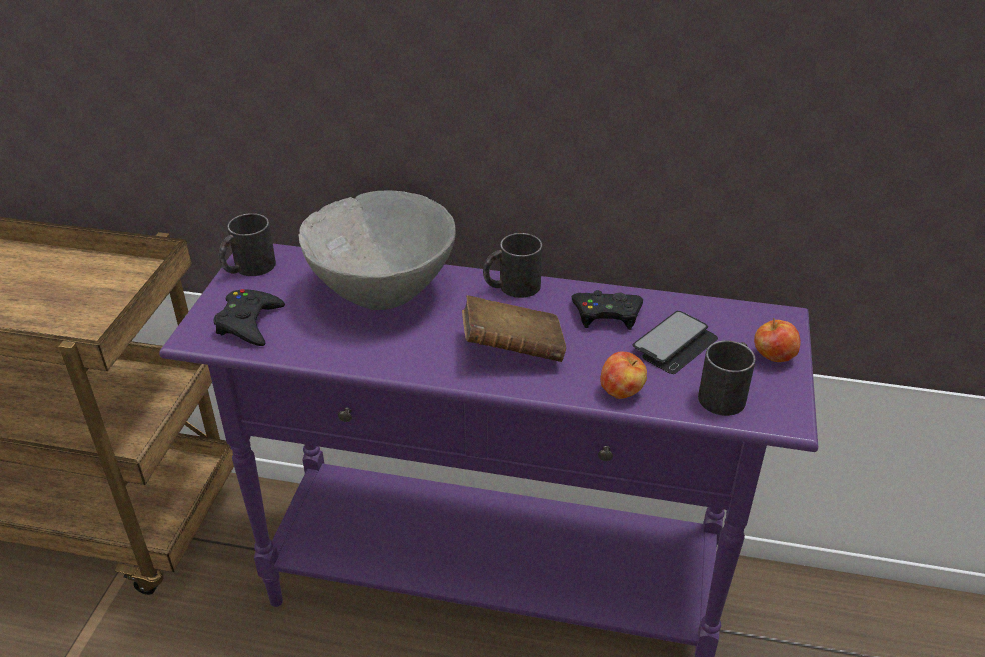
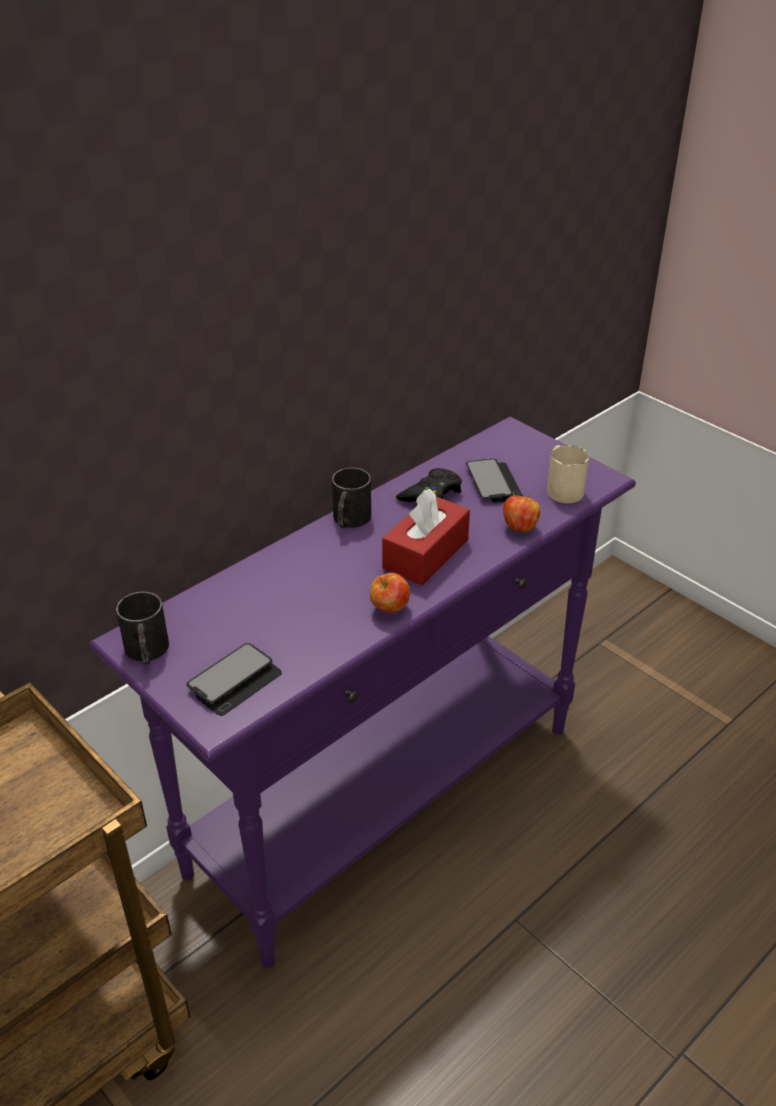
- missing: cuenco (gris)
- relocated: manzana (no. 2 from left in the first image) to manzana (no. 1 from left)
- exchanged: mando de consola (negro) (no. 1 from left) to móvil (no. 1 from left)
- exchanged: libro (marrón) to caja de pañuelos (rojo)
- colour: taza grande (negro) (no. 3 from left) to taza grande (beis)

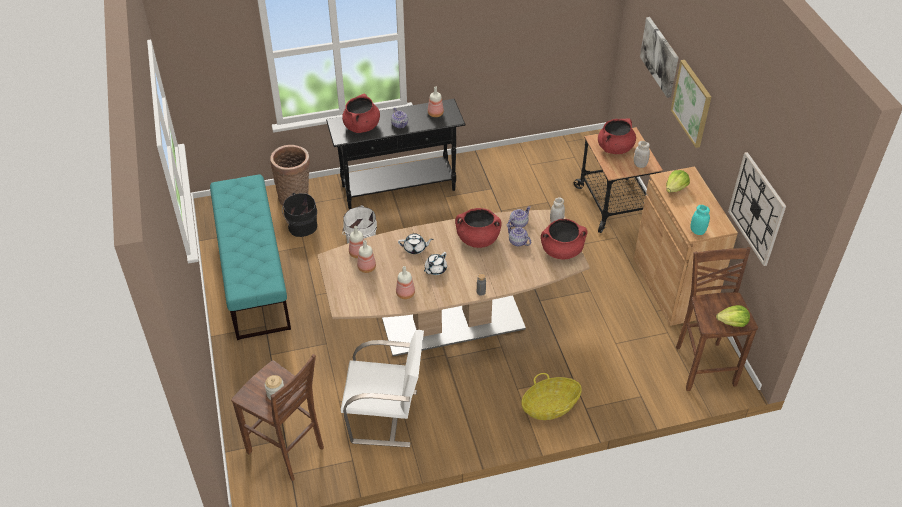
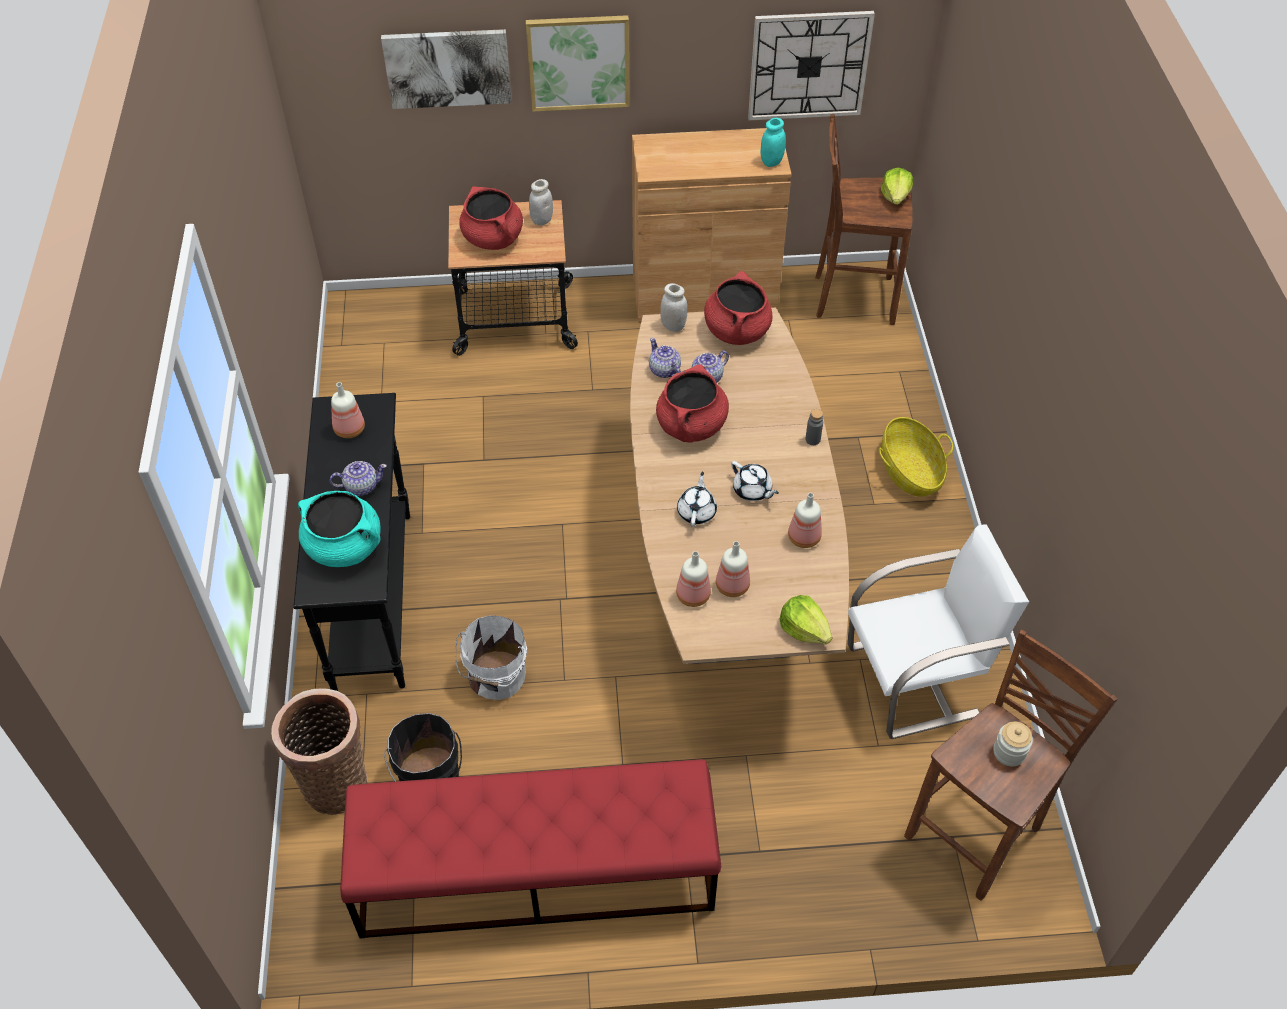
- relocated: lechuga (no. 1 from left)
- colour: banco (turquesa) to banco (rojo)
- colour: olla (rojo) (no. 1 from left) to olla (turquesa)
- spun: silla (blanco) 60 degrees clockwise

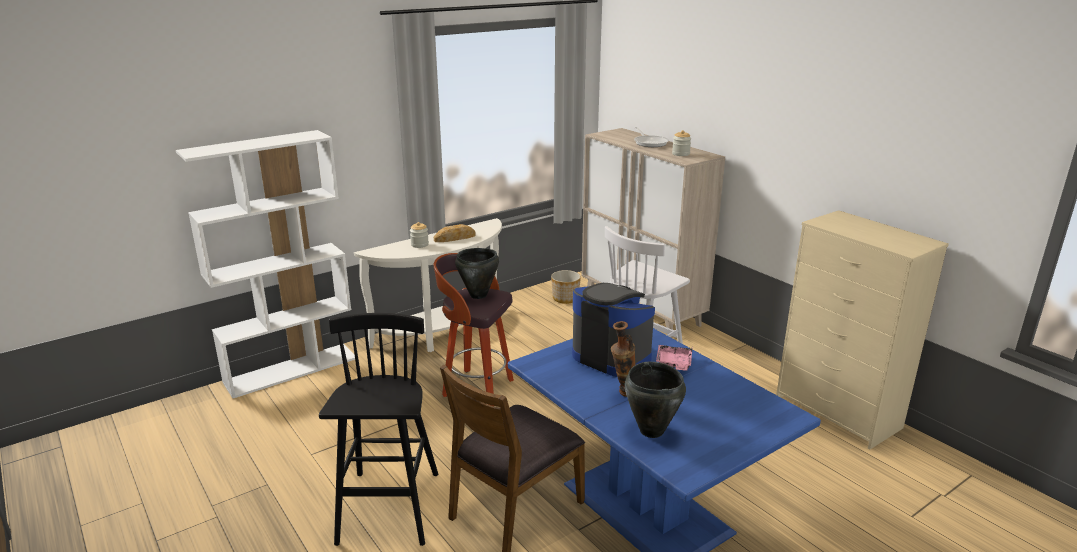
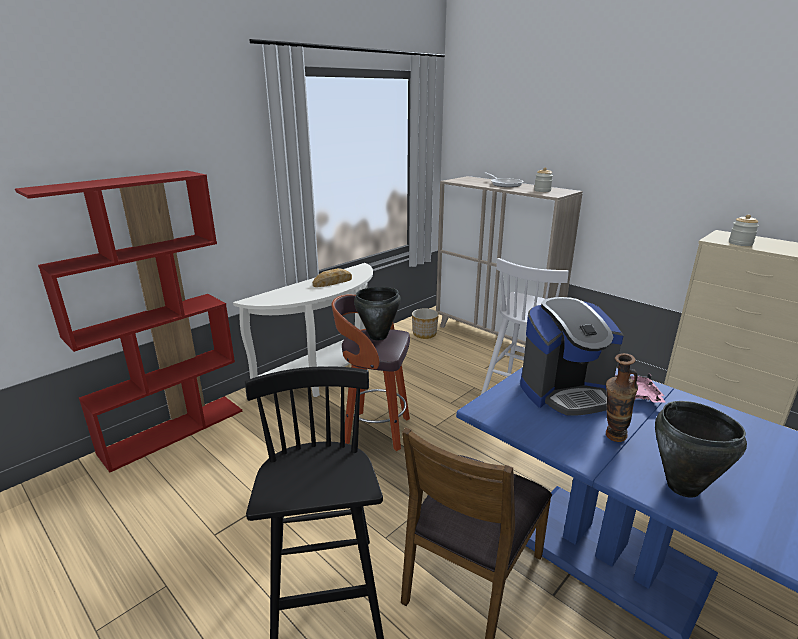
- relocated: tarro (no. 1 from left in the first image) to tarro (no. 2 from left)
- colour: estantería (blanco) to estantería (rojo)
- spun: cafetera 135 degrees clockwise

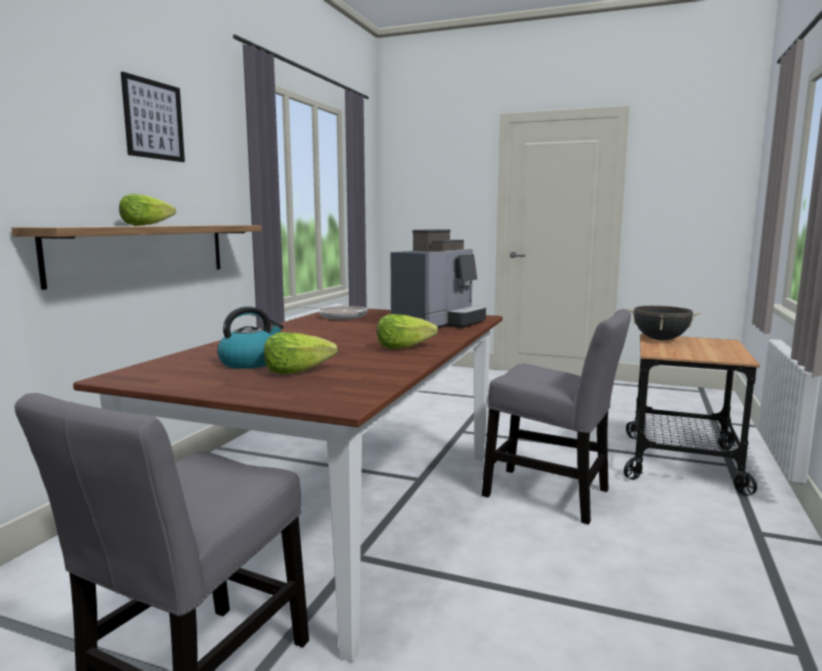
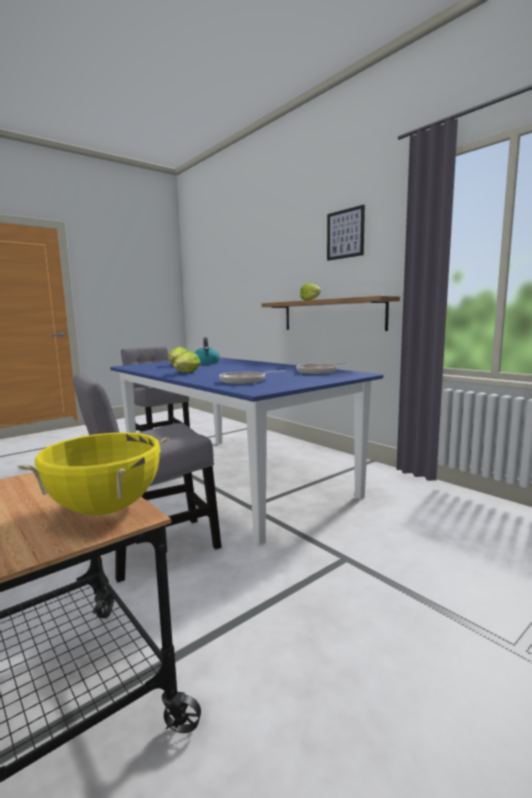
- exchanged: cafetera to sartén (no. 1 from left)
- colour: mesa de comedor (marrón) to mesa de comedor (azul)
- colour: olla (negro) to olla (amarillo)

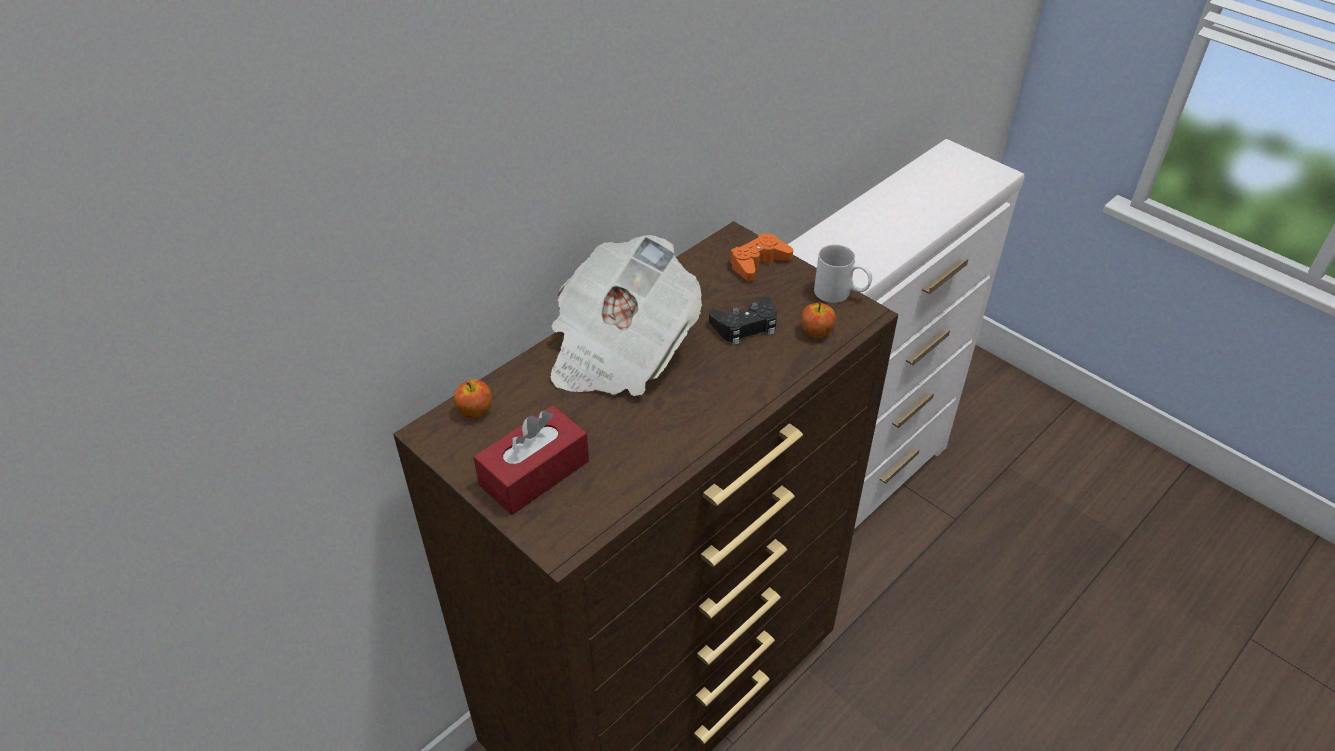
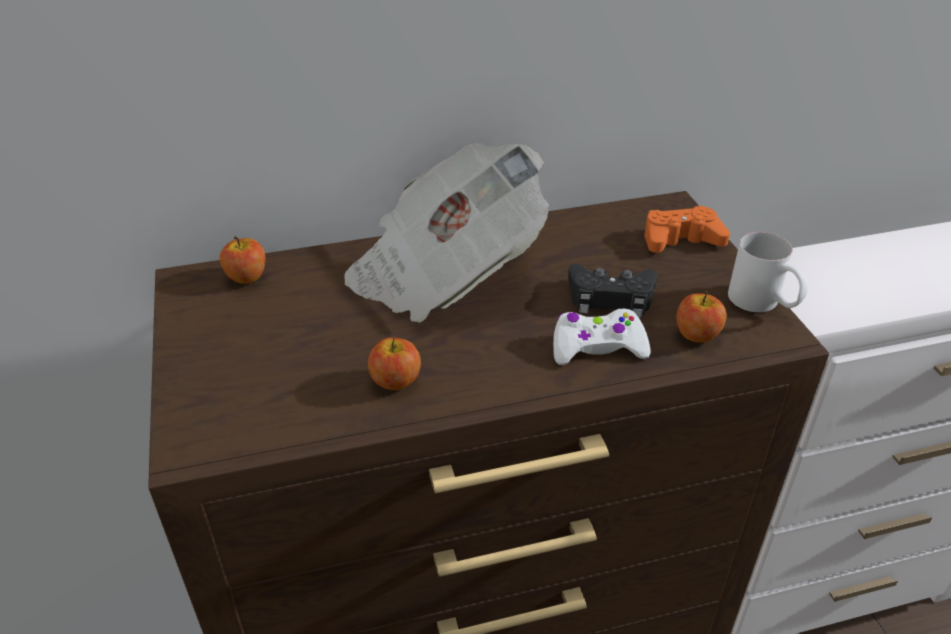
- missing: caja de pañuelos (rojo)
- appeared: manzana (no. 2 from left)
- appeared: mando de consola (blanco)

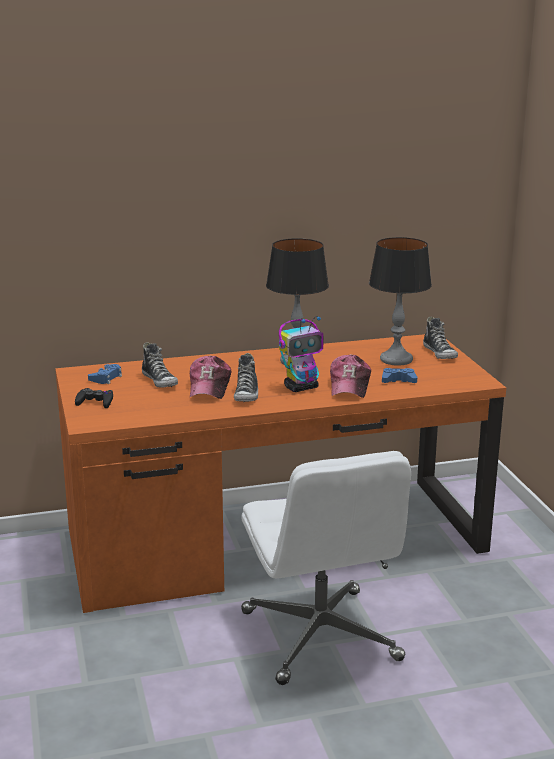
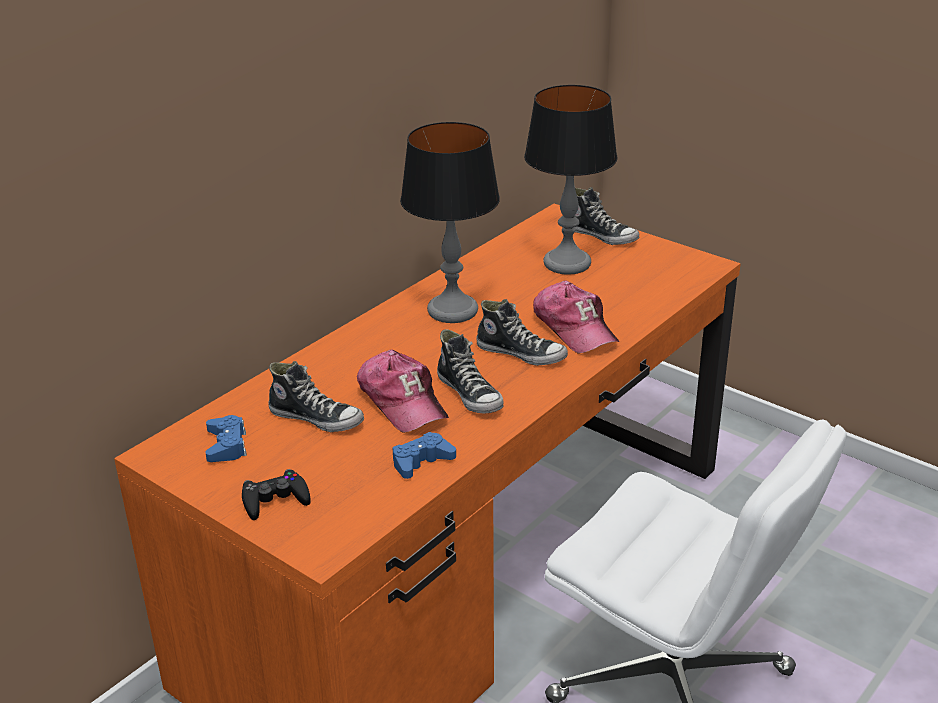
- relocated: mando de consola (azul) (no. 2 from left)
- exchanged: robot de juguete to zapato (no. 3 from left)

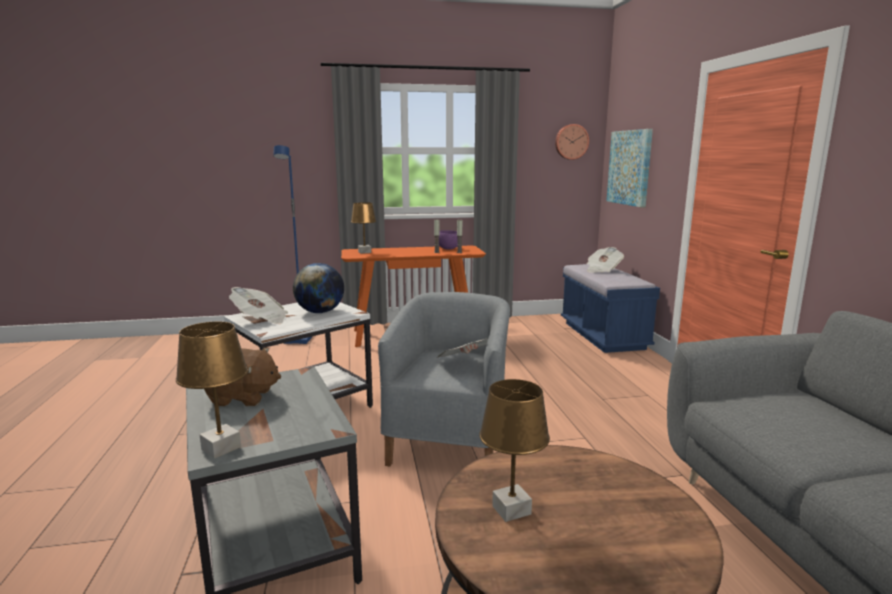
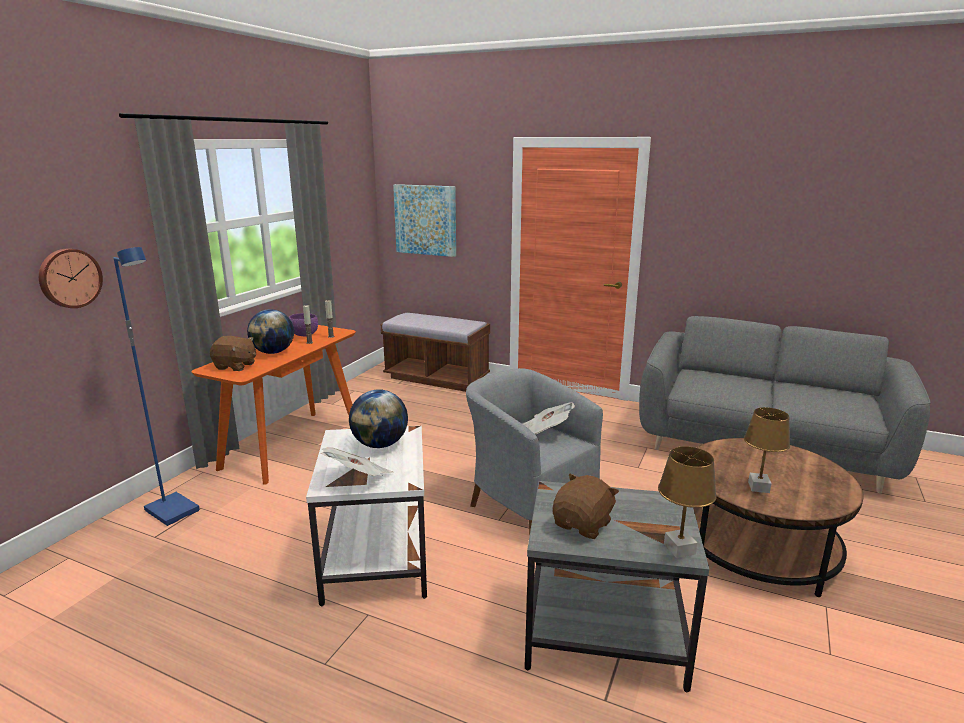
- missing: periódico (no. 3 from left)
- appeared: globo terráqueo (no. 1 from left)
- relocated: reloj de pared
- exchanged: lámpara de mesa (marrón) (no. 2 from left) to peluche (marrón) (no. 1 from left)
- colour: banco (azul) to banco (marrón)

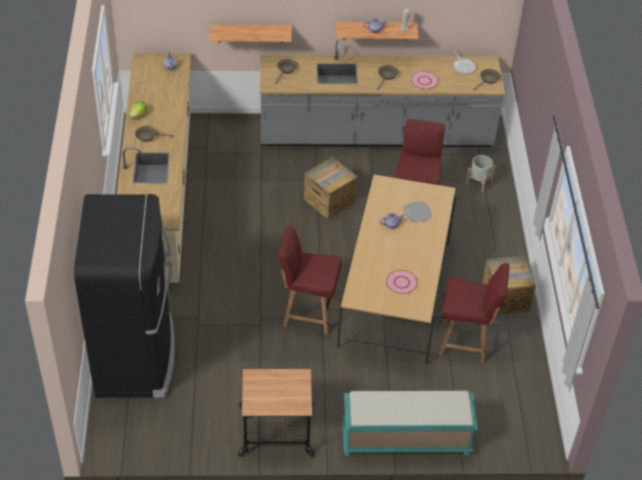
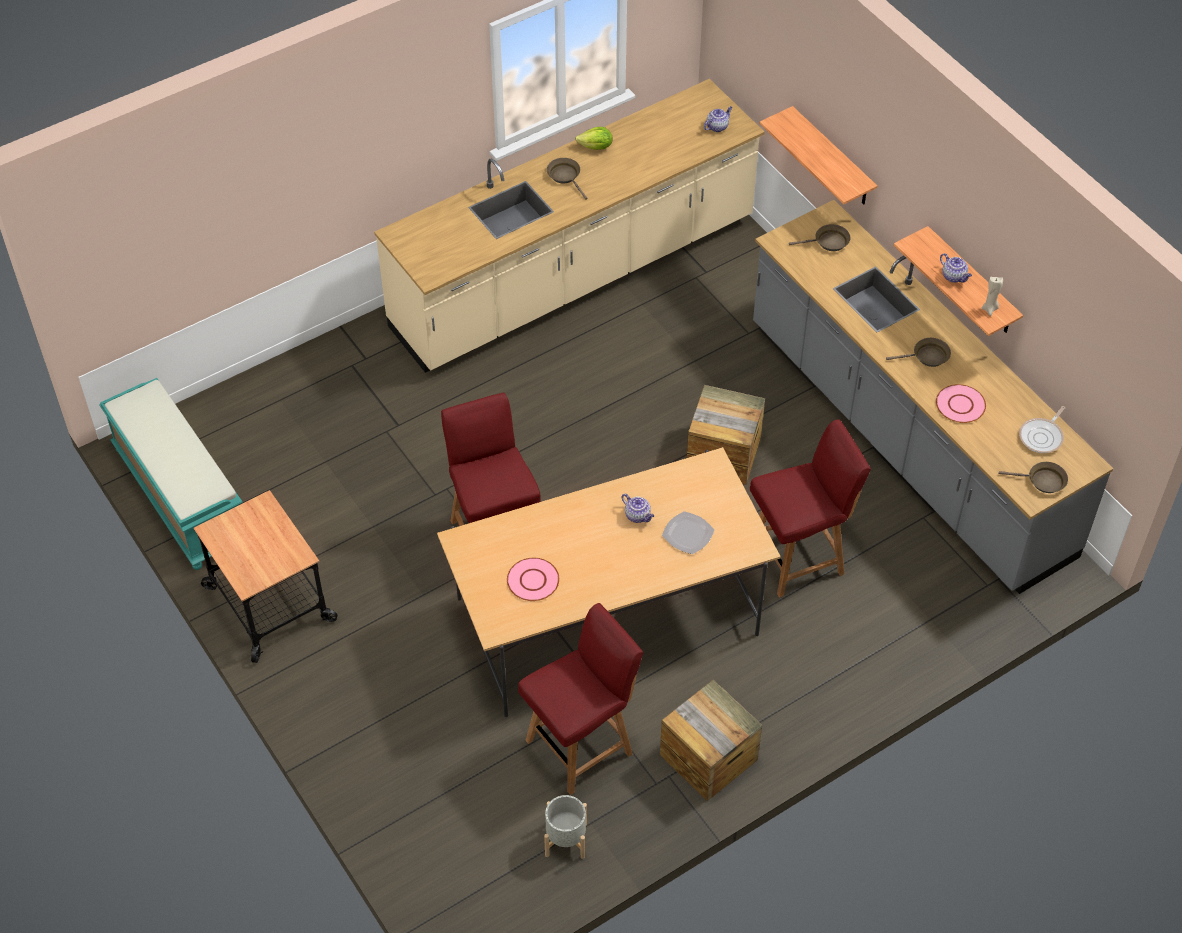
- missing: nevera (negro)
- relocated: banco (turquesa)
- relocated: maceta (gris)
- spun: silla (rojo) (no. 3 from left in the first image) 105 degrees counterclockwise

